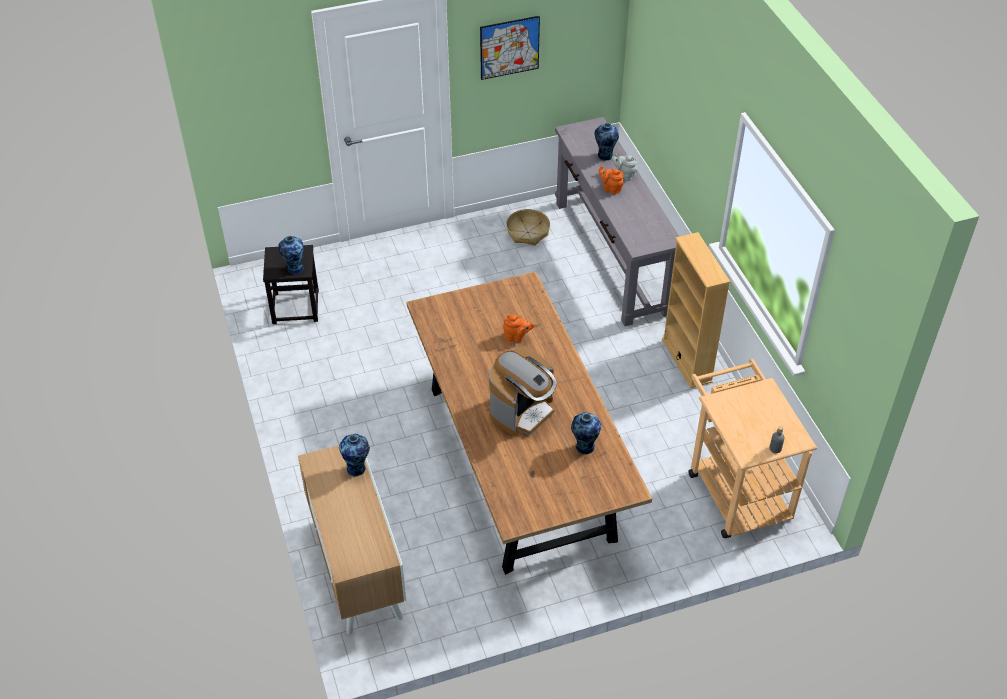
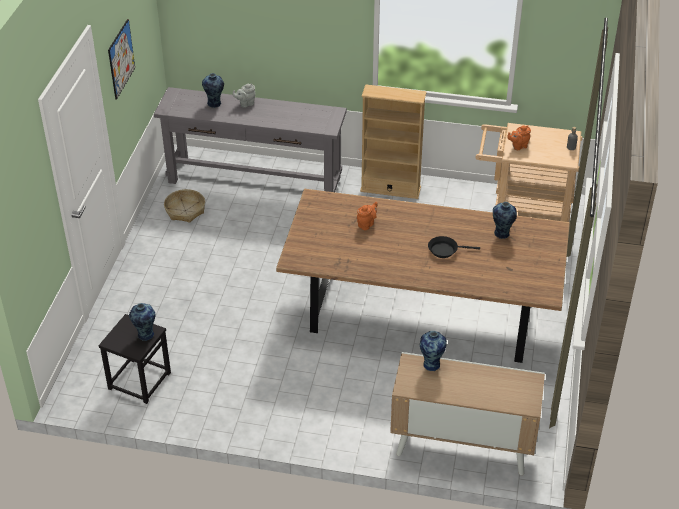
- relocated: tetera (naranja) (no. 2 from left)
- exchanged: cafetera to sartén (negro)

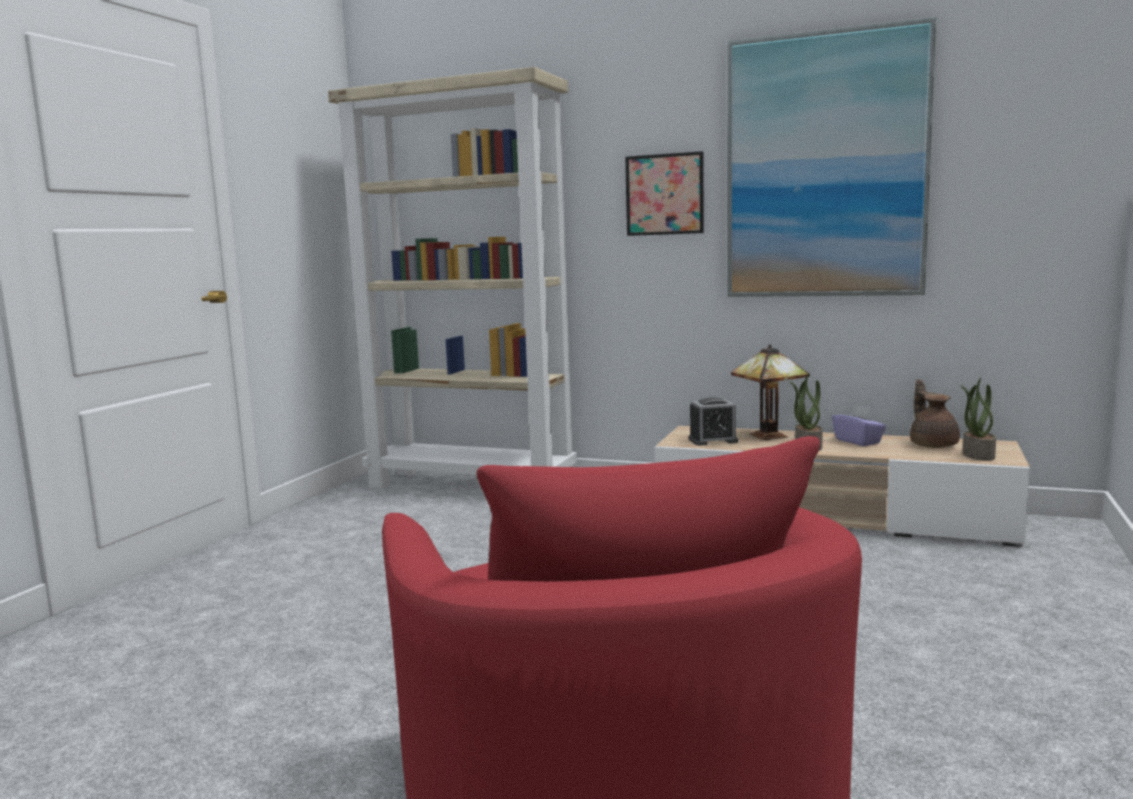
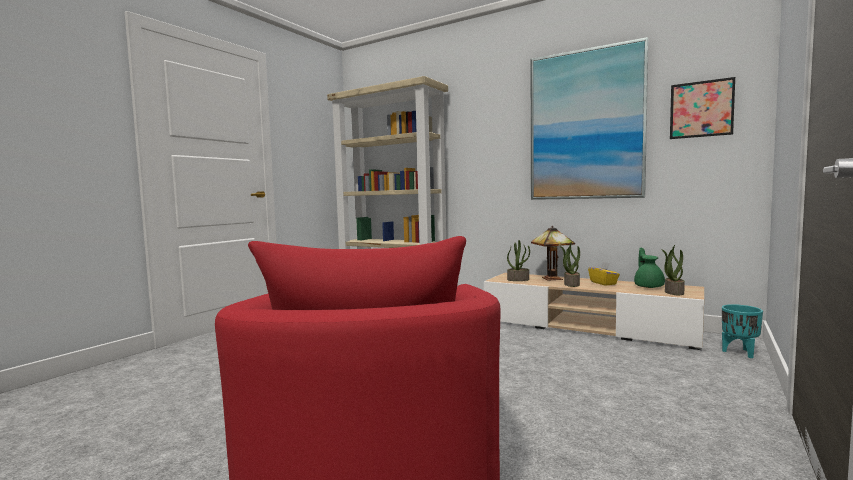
- appeared: maceta (turquesa)
- relocated: cuadro (no. 1 from left in the first image) to cuadro (no. 2 from left)
- exchanged: despertador to planta en maceta (no. 1 from left)
- colour: caja de pañuelos (morado) to caja de pañuelos (amarillo)
- colour: tetera (marrón) to tetera (verde)

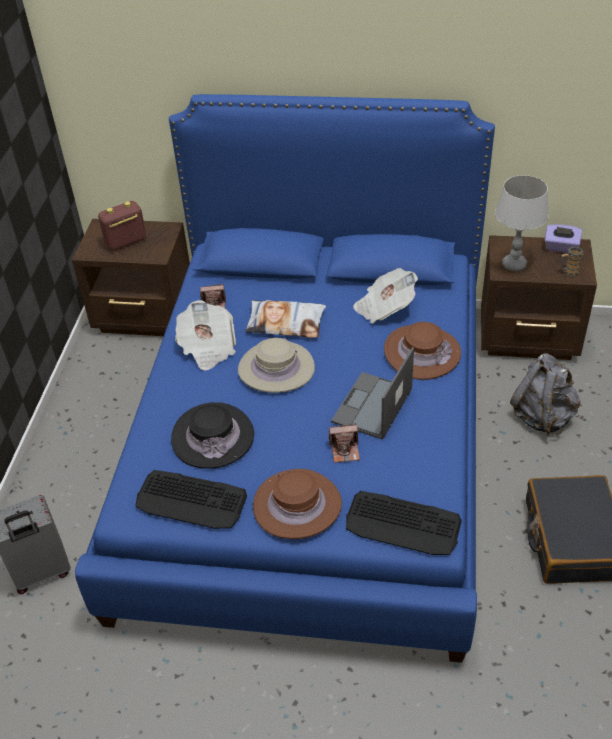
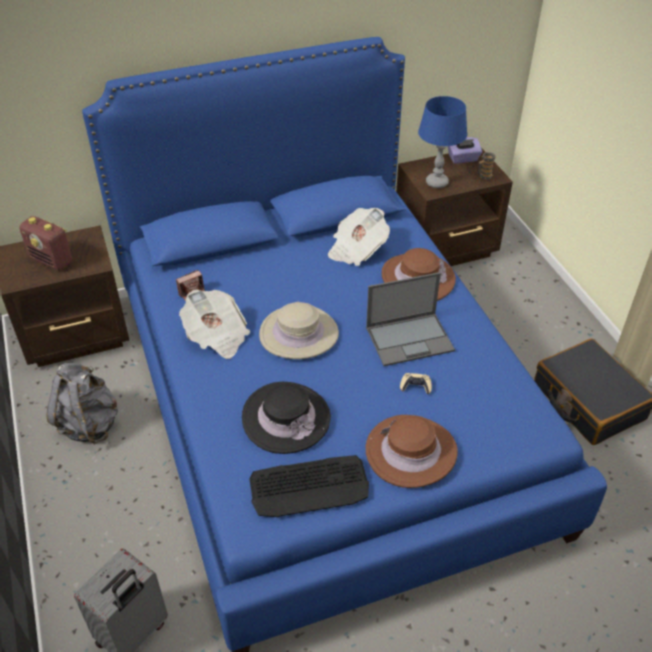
- missing: cojín
- missing: teclado (no. 2 from left)
- relocated: mochila (gris)
- exchanged: cámara (no. 2 from left) to mando de consola (beis)
- colour: lámpara de mesa (gris) to lámpara de mesa (azul)
- spun: radio 90 degrees counterclockwise
- spun: portátil 105 degrees counterclockwise

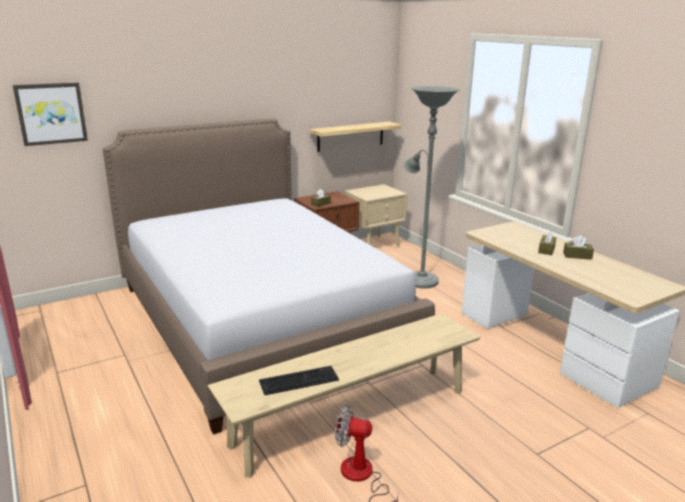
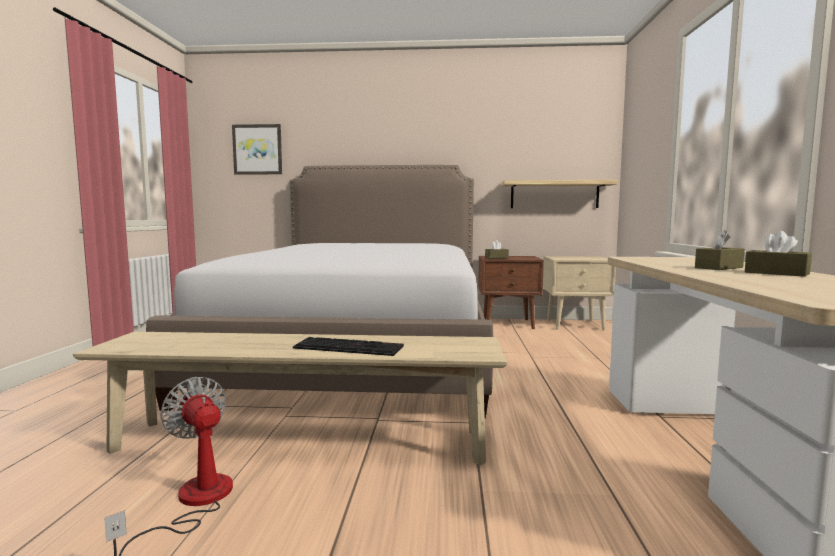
- missing: lámpara de pie (gris)
- relocated: teclado

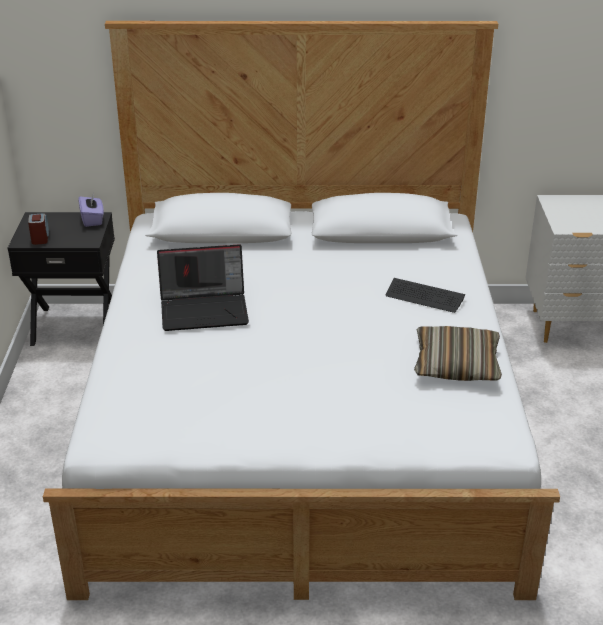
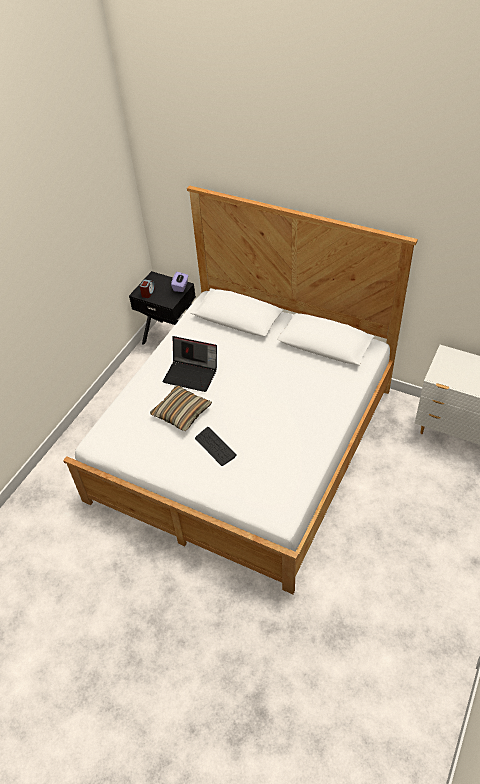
- relocated: teclado
- relocated: cojín

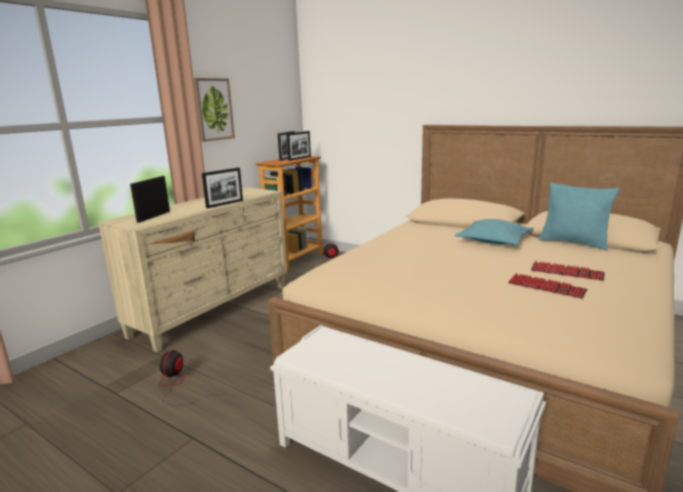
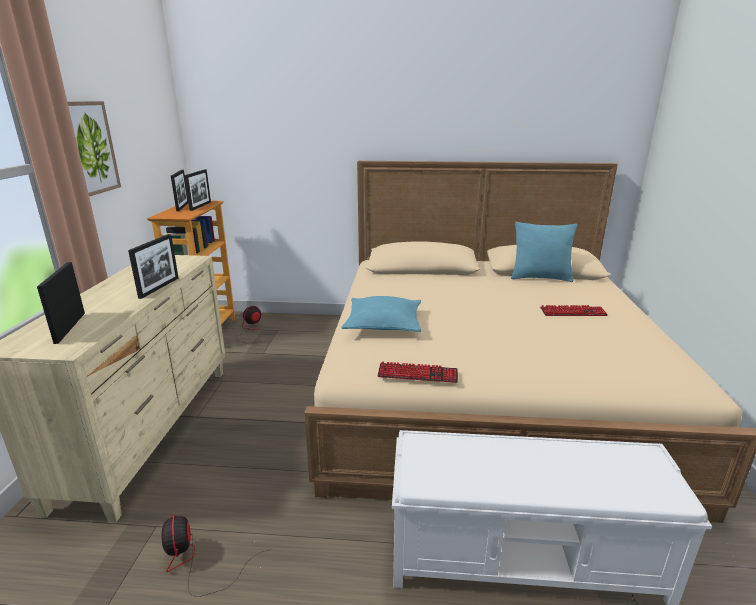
- relocated: cojín (turquesa) (no. 1 from left)
- relocated: teclado (no. 1 from left)

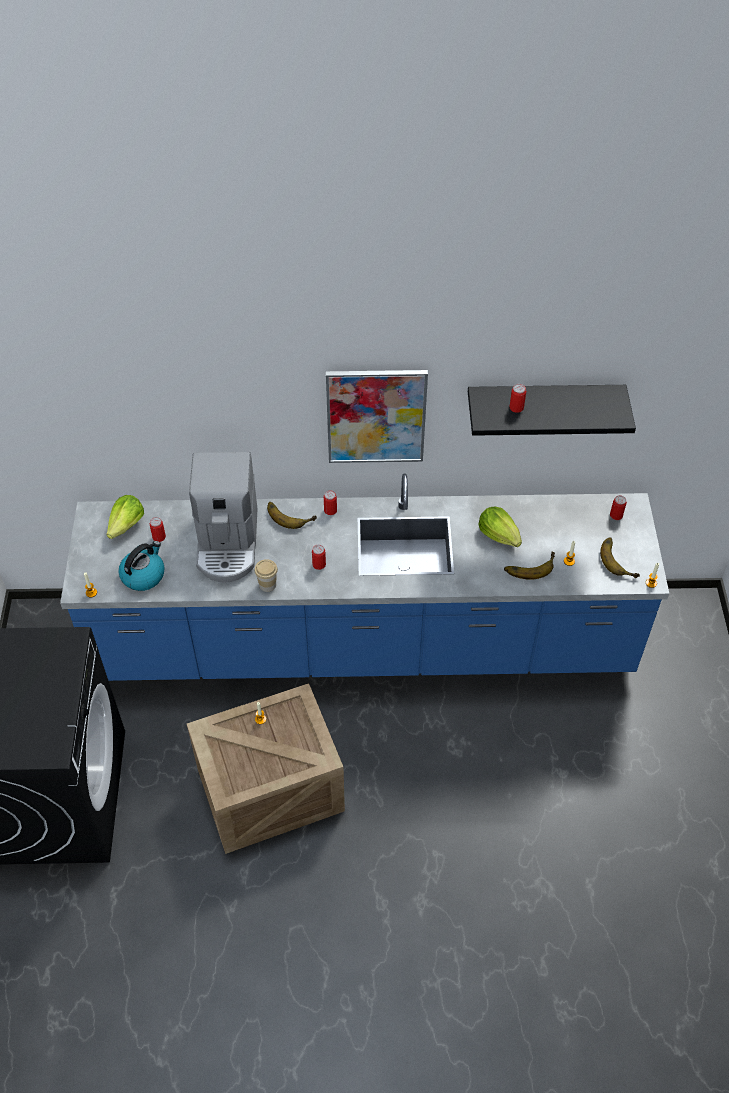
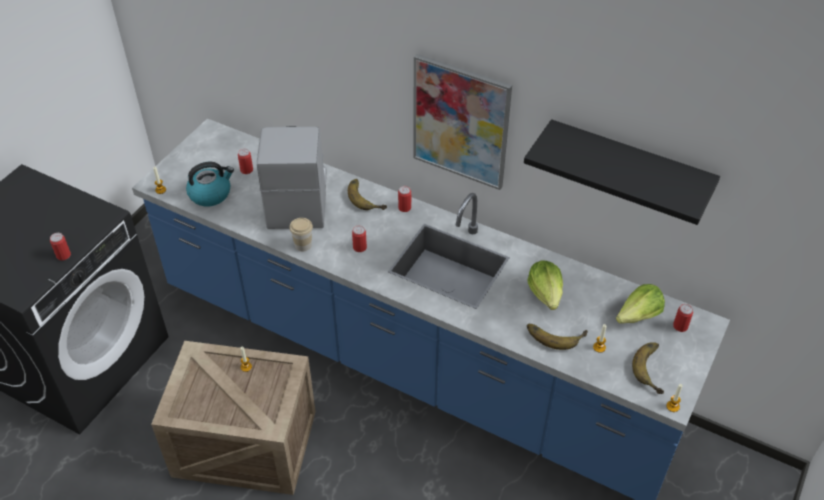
- relocated: lechuga (no. 1 from left in the first image) to lechuga (no. 2 from left)
- relocated: lata (no. 4 from left in the first image) to lata (no. 1 from left)
- spun: cafetera 150 degrees clockwise

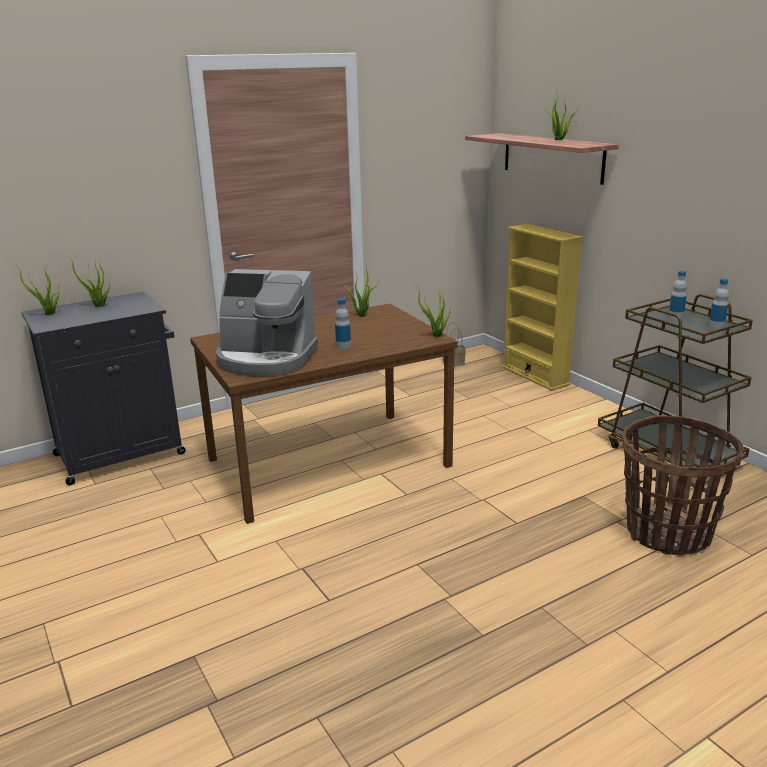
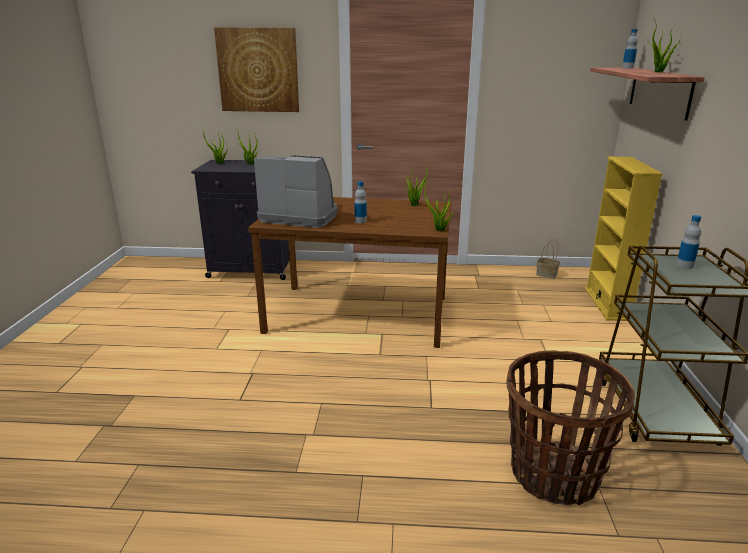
- appeared: cuadro
- relocated: botella (no. 3 from left in the first image) to botella (no. 2 from left)
- spun: cafetera 150 degrees clockwise

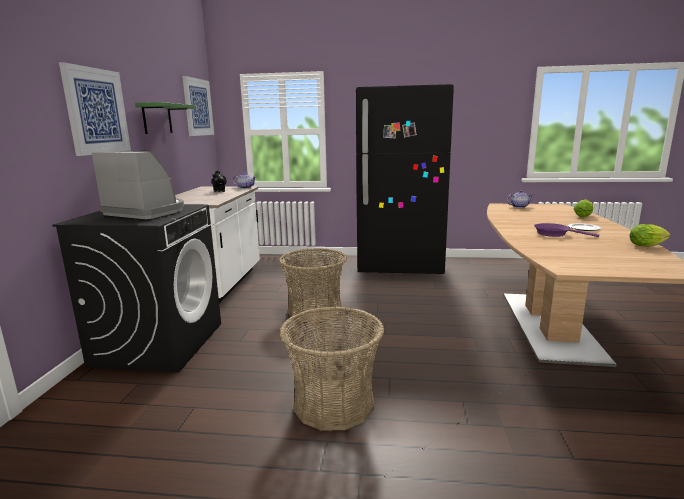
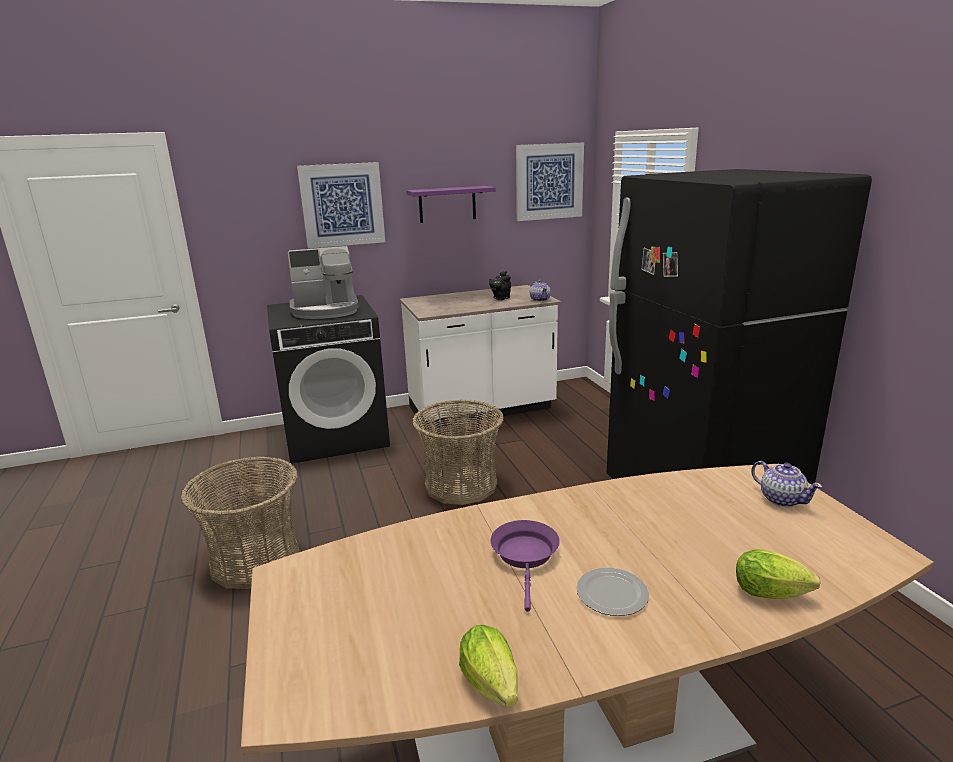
- colour: estante (verde) to estante (morado)
- spun: cafetera 75 degrees clockwise

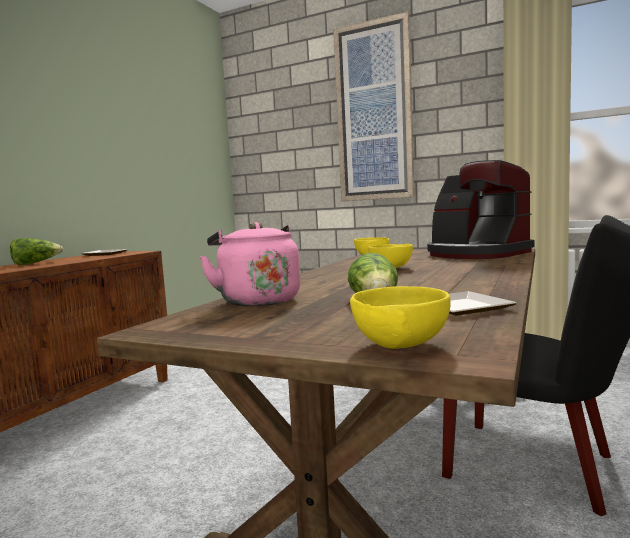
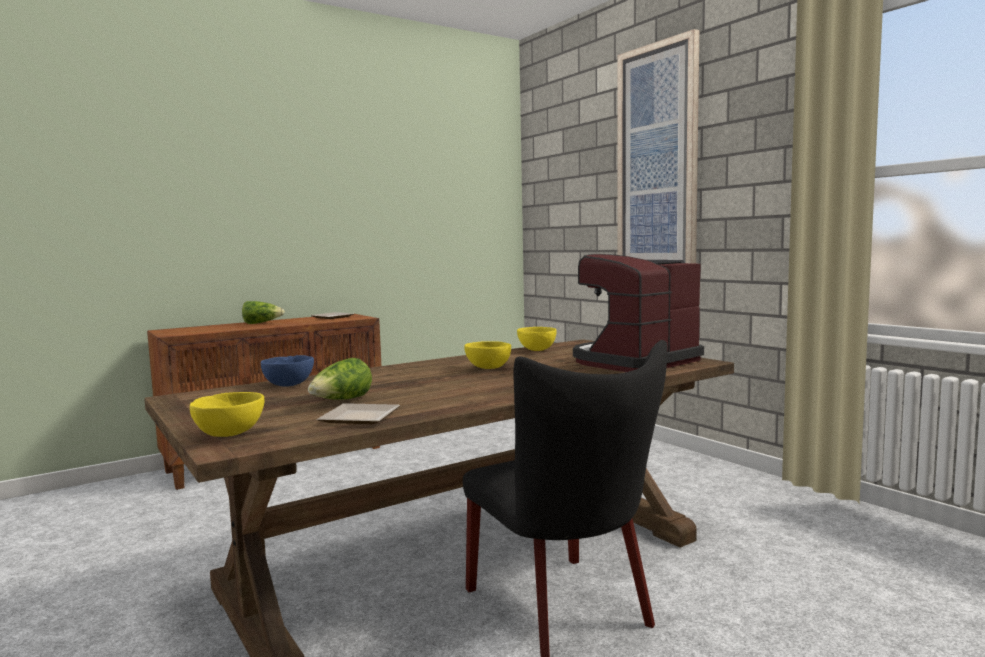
- exchanged: hervidor (rosa) to cuenco (azul)
- spun: cafetera 60 degrees clockwise

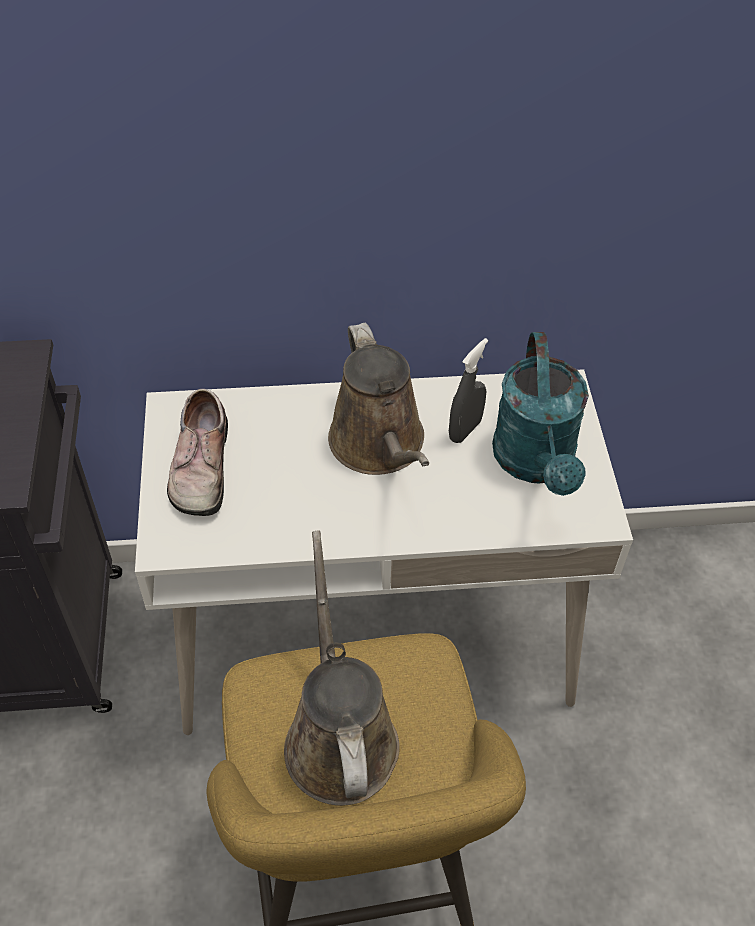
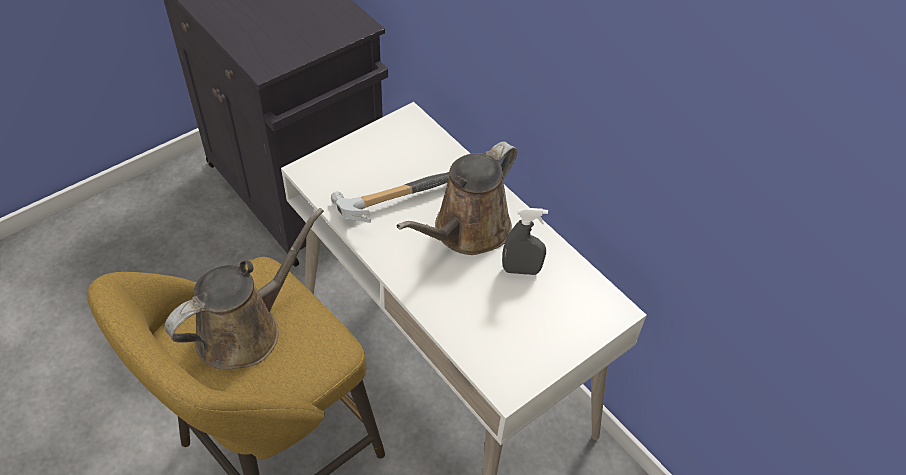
- missing: zapato
- missing: regadera (turquesa)
- appeared: martillo

